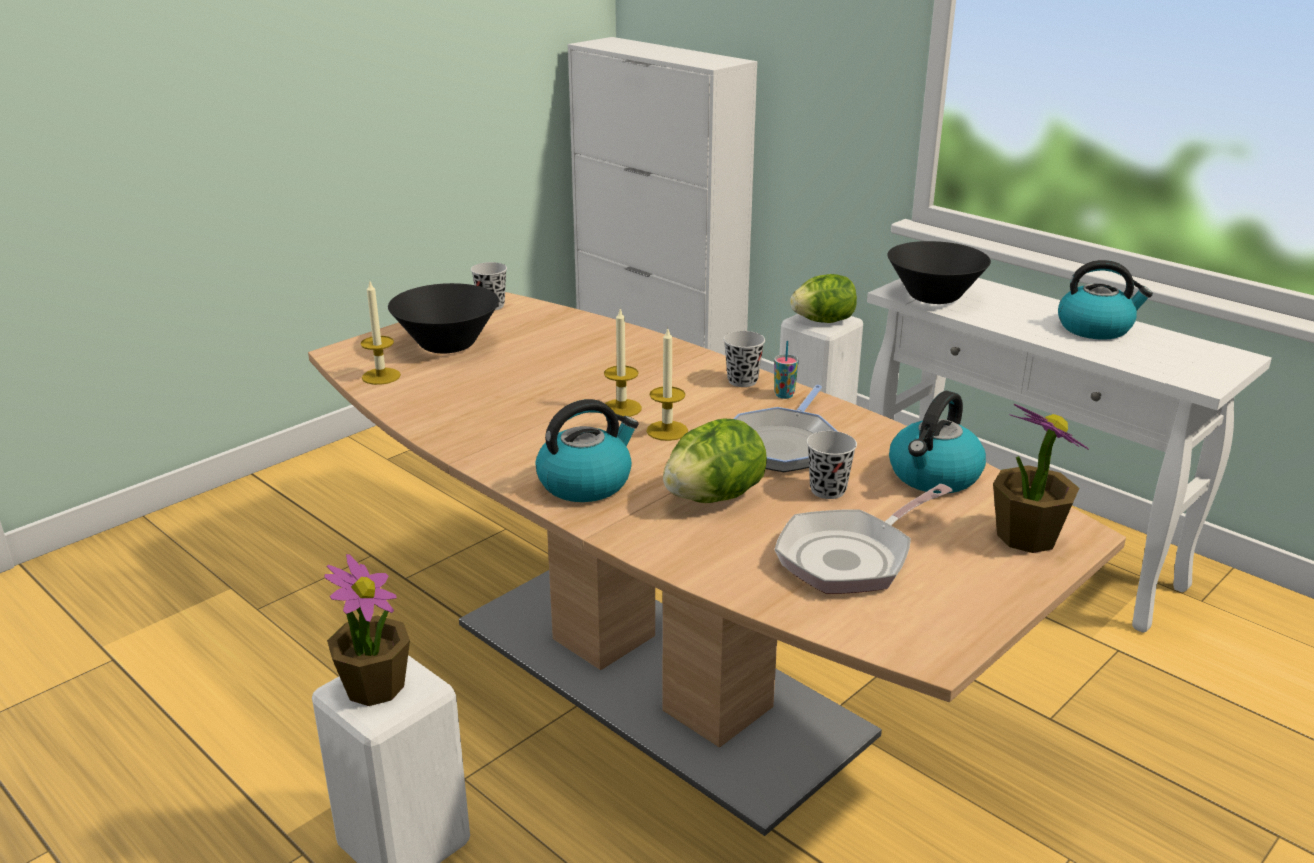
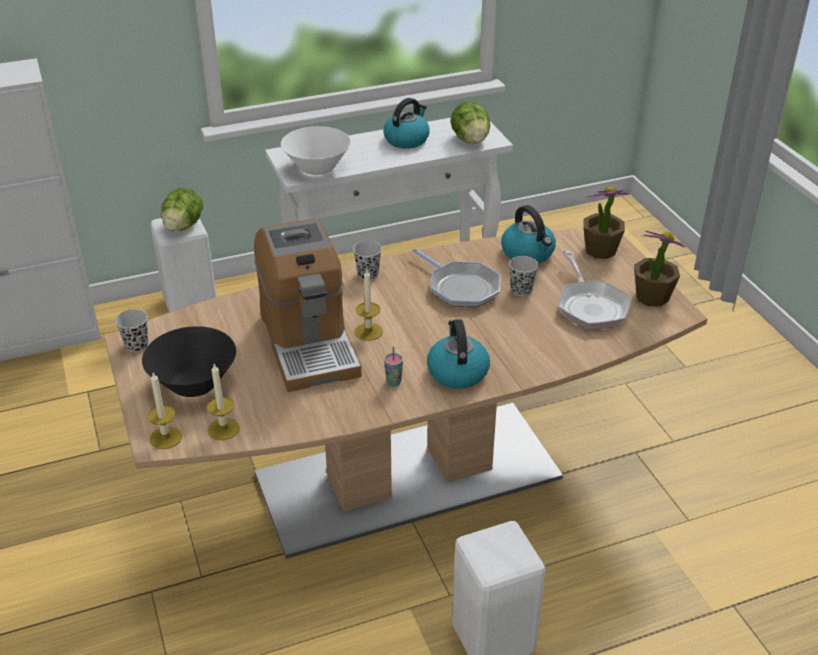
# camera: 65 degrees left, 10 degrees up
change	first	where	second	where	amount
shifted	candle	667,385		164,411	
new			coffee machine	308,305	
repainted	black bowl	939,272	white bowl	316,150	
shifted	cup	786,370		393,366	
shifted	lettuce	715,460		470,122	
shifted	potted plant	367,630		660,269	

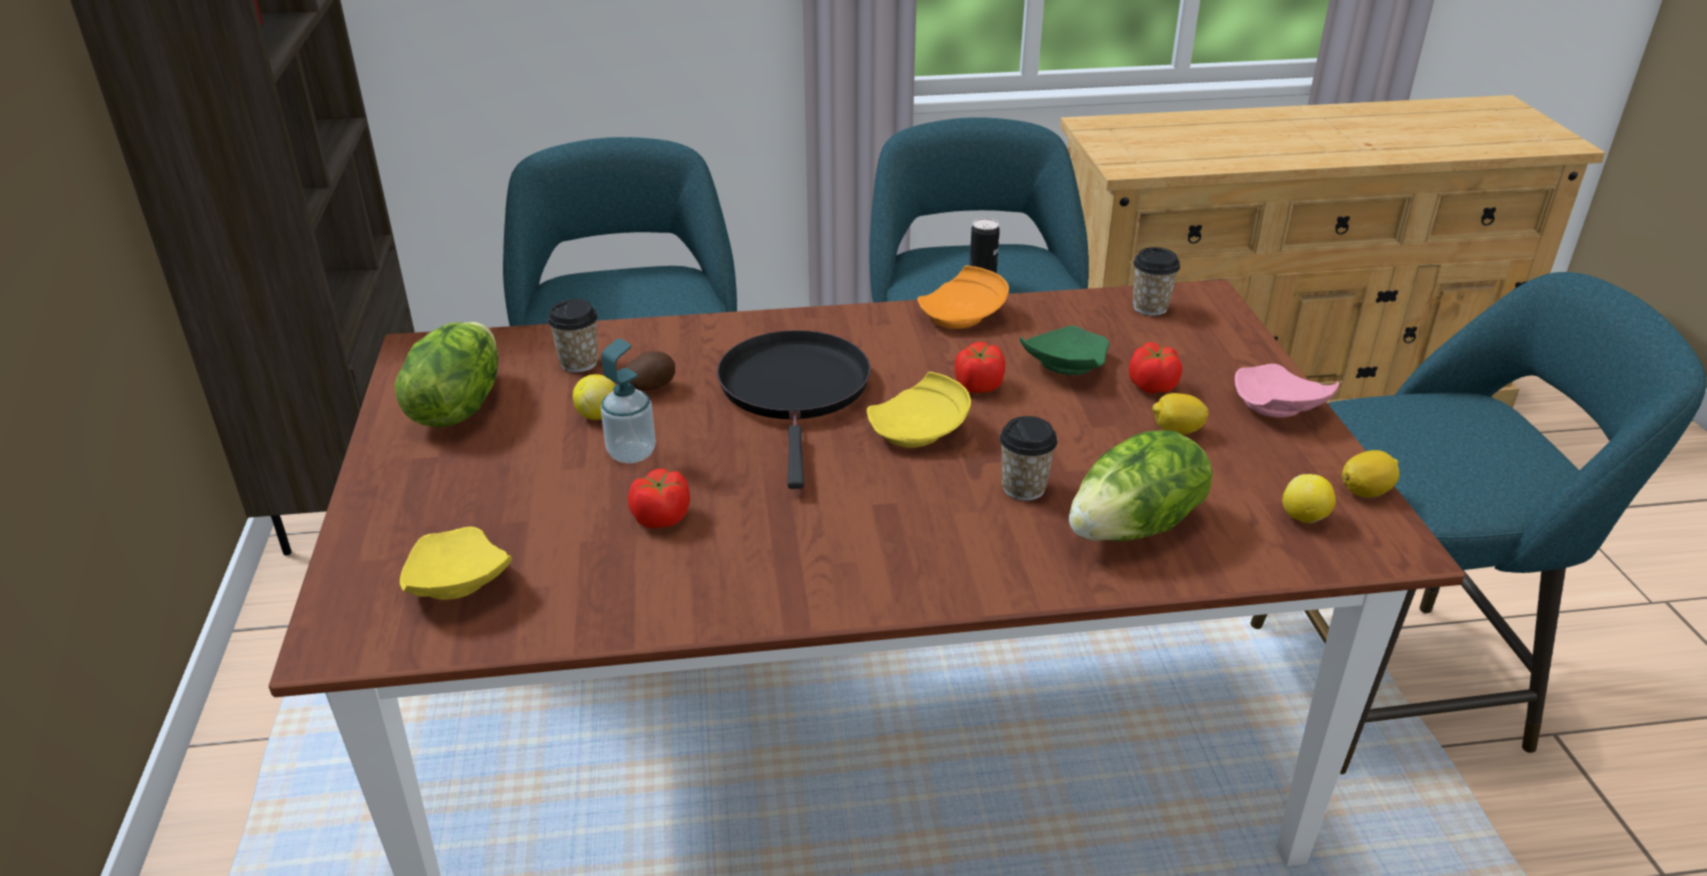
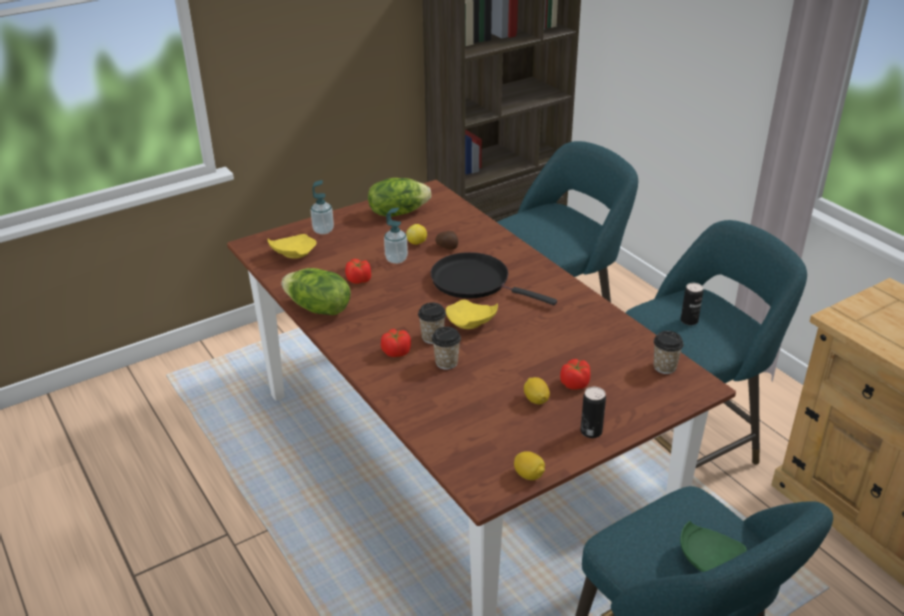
# camera: 65 degrees right, 0 degrees up
change	first	where	second	where	amount
shifted	lettuce	1141,485		316,291	
new			soap dispenser	322,207	
shifted	tomato	980,367		396,343	
shifted	cup	573,335		432,323	
rotated	black frying pan	794,409		494,278	120 degrees counterclockwise
swapped	pink plate	1287,390	can	593,412	
shifted	green plate	1064,350		713,546	
gone	orange plate	963,297			
gone	lemon	1309,498			

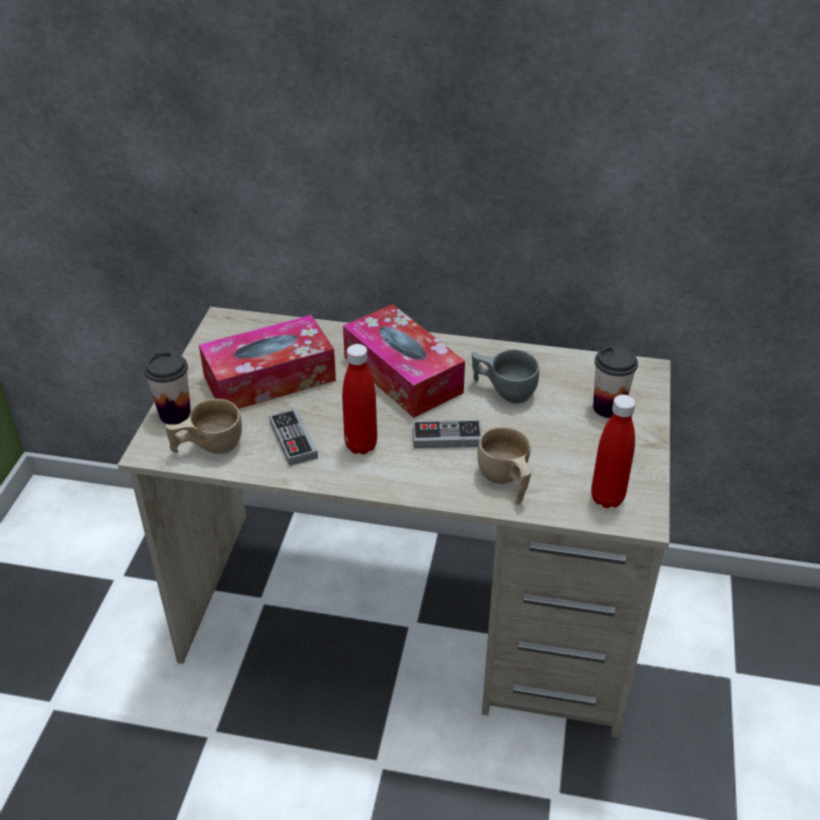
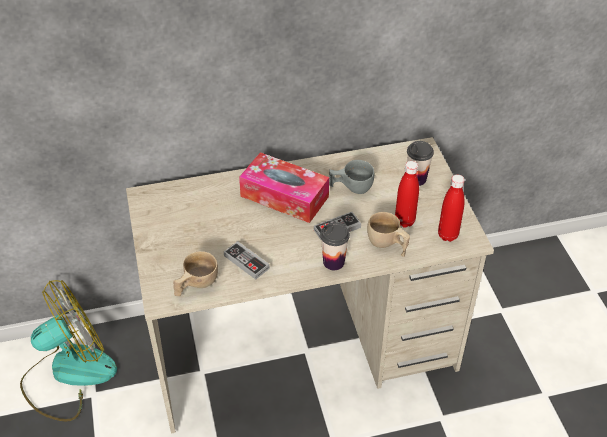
# camera: 25 degrees left, 5 degrees up
change	first	where	second	where	amount
new			fan	68,351	
shifted	cup	167,388		335,246	
shifted	red bottle	359,399		407,194	
gone	tissue box	267,362			

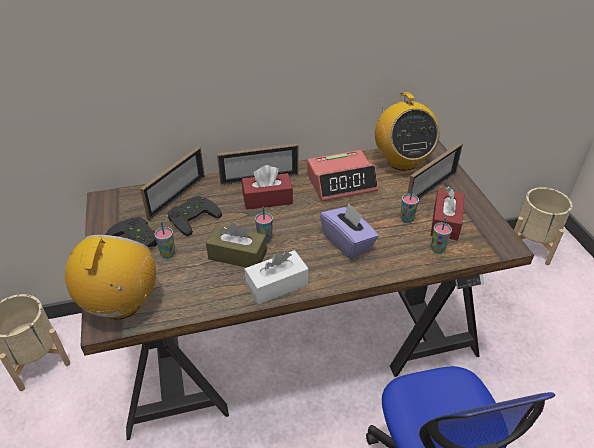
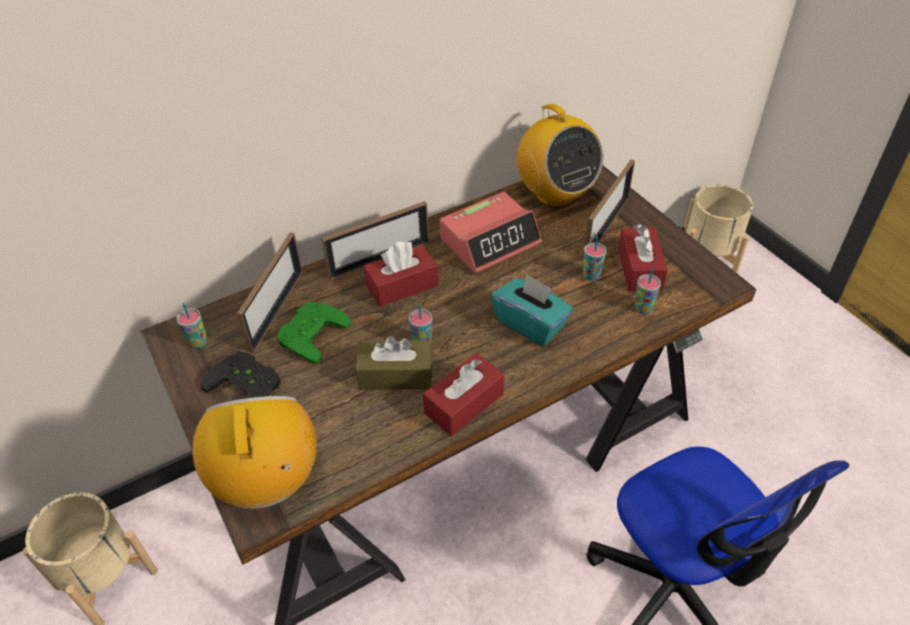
# camera: 15 degrees left, 5 degrees up
change	first	where	second	where	amount
shifted	cup	165,240		191,325	
repainted	black game controller	194,216	green game controller	314,333	
repainted	white tissue box	277,277	red tissue box	463,394	
repainted	purple tissue box	349,231	turquoise tissue box	532,309	

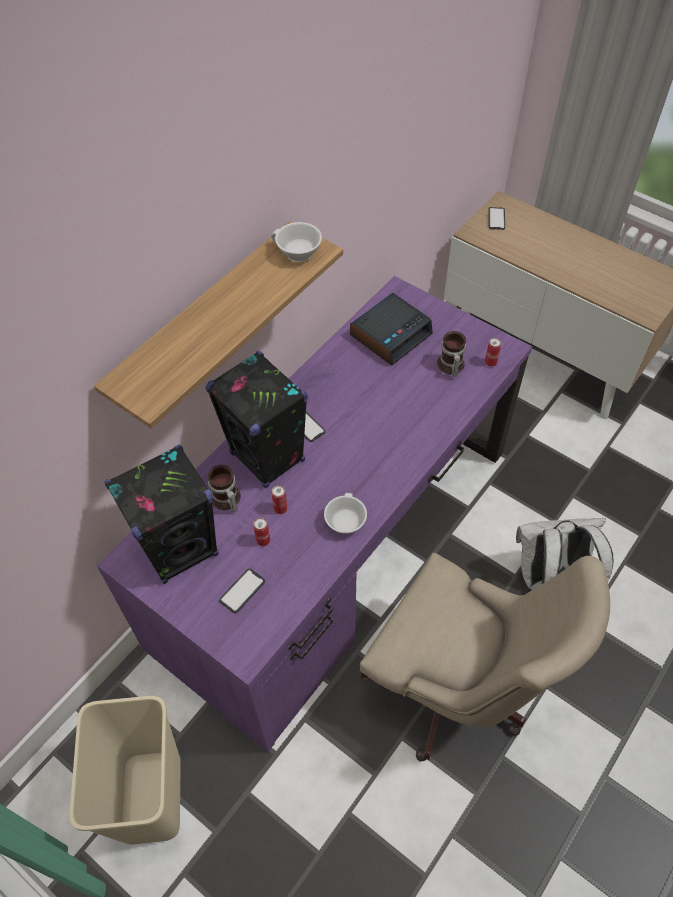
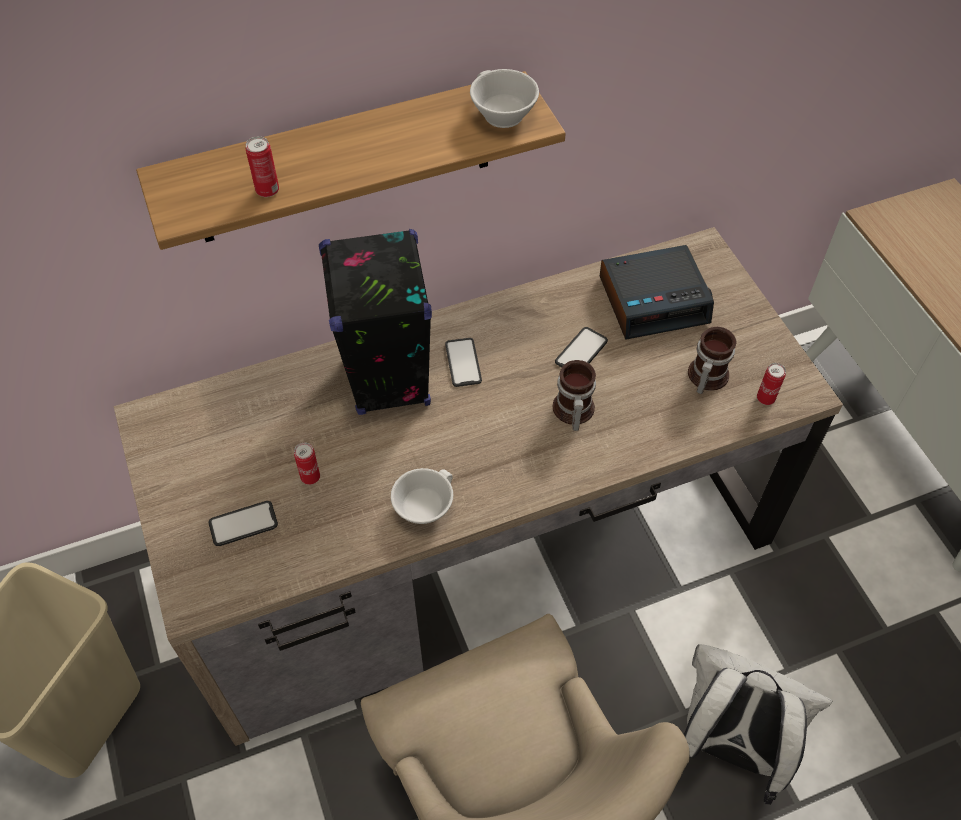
# camera: 30 degrees right, 0 degrees up
change	first	where	second	where	amount
repainted	purple desk	314,514	brown desk	478,486	
shifted	can	279,499		262,166	
shifted	mug	224,488		574,395	
shifted	phone	496,218		581,347	
gone	black speaker	162,514			

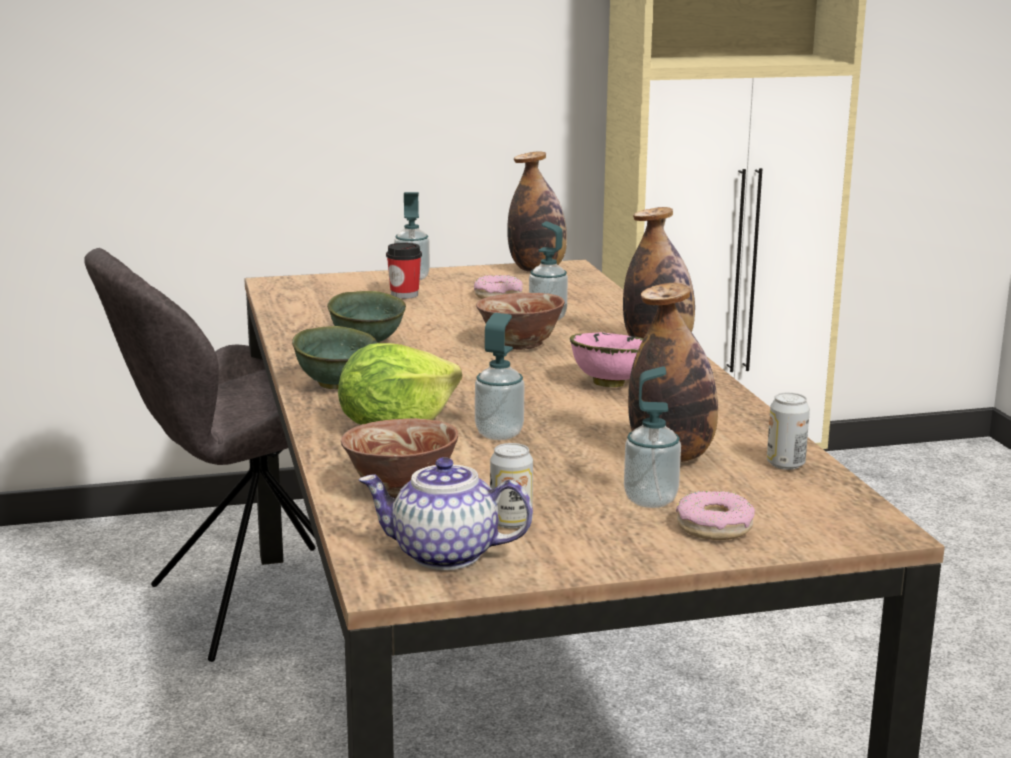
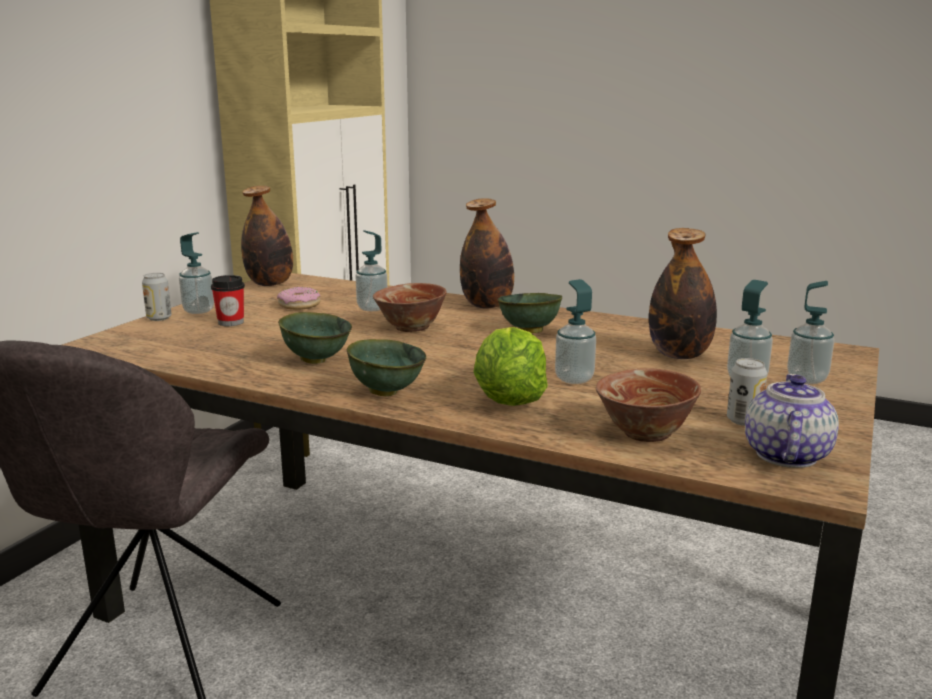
# camera: 50 degrees left, 0 degrees up
change	first	where	second	where	amount
shifted	can	788,431		157,297	
repainted	pink bowl	607,359	green bowl	530,313	
rotated	teapot	446,513		792,421	150 degrees clockwise
swapped	donut	715,515	soap dispenser	811,332	

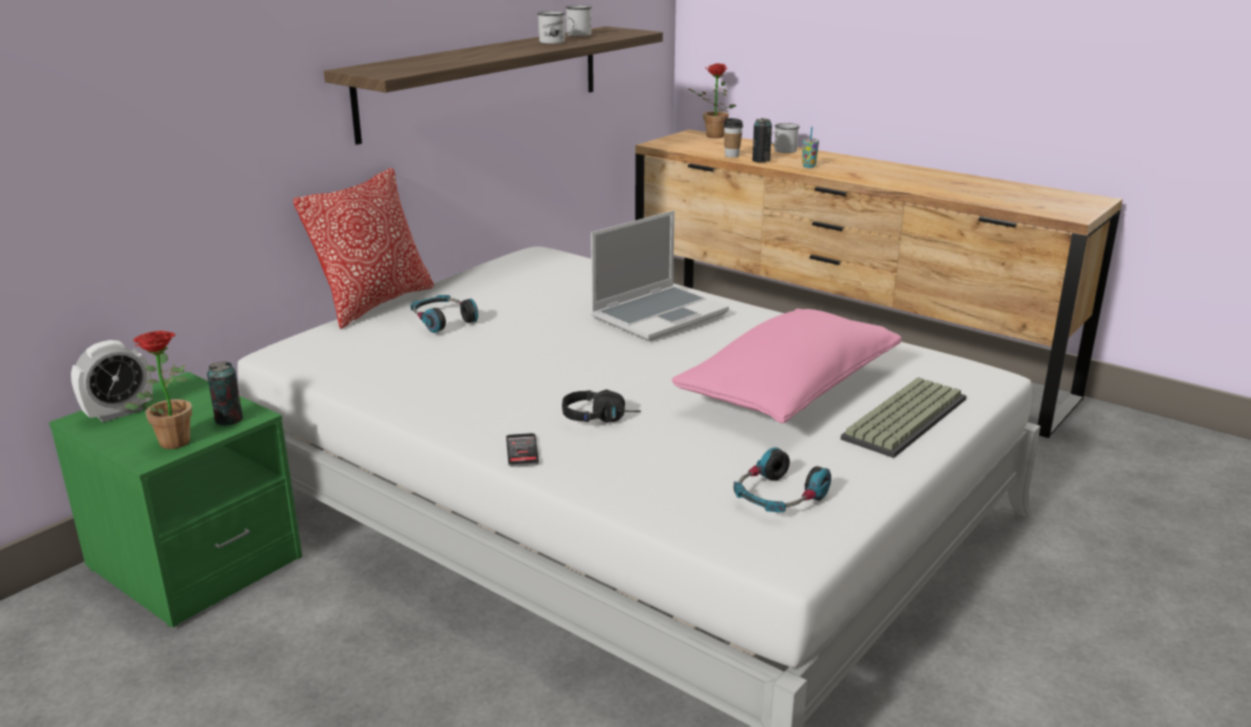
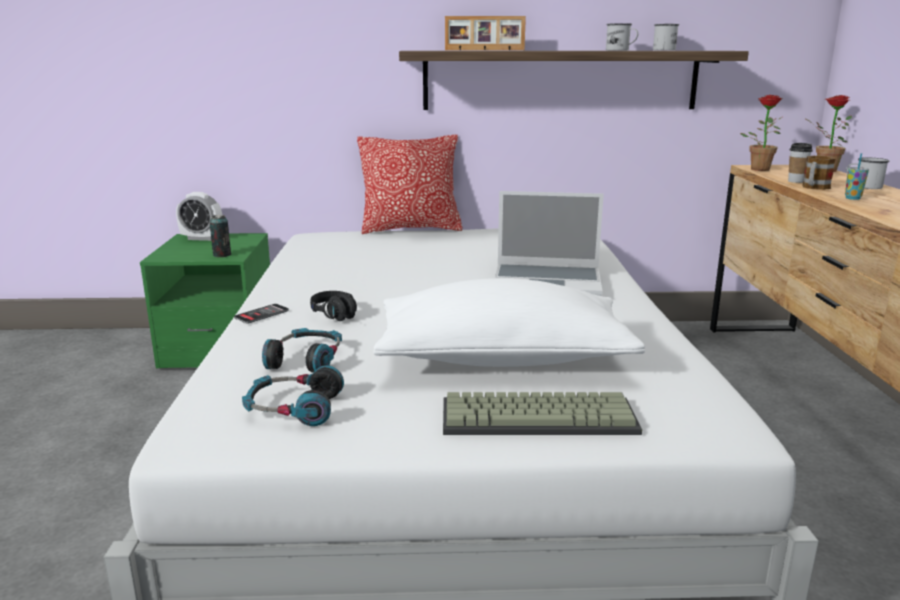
# camera: 50 degrees right, 5 degrees down
change	first	where	second	where	amount
shifted	headphones	444,314		302,350	
repainted	pink pillow	786,366	white pillow	509,322	
new			picture frame	485,33	
shifted	potted plant	158,390		761,133	
swapped	can	762,140	mug	819,173	

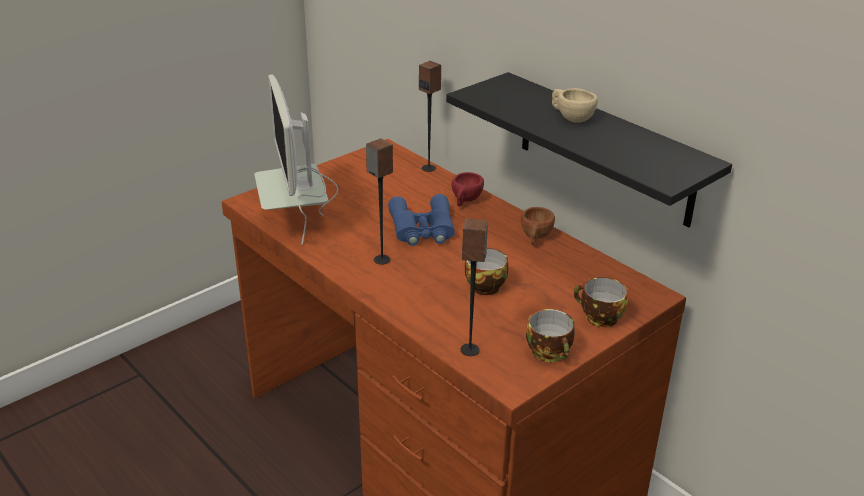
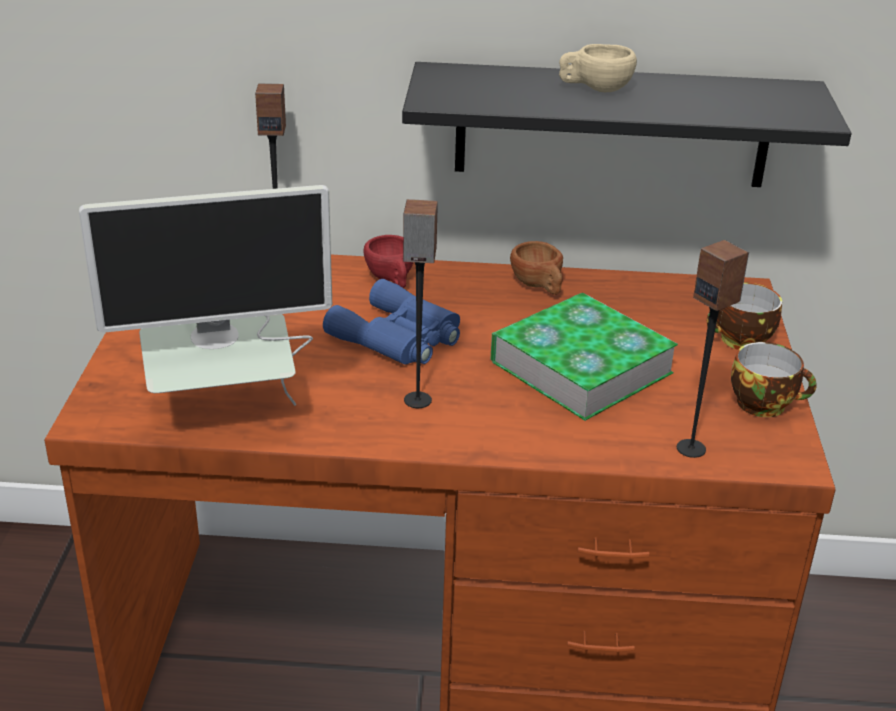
# camera: 45 degrees left, 0 degrees up
change	first	where	second	where	amount
rotated	monitor	296,160		205,295	45 degrees counterclockwise
swapped	cup	486,271	book	584,357	

